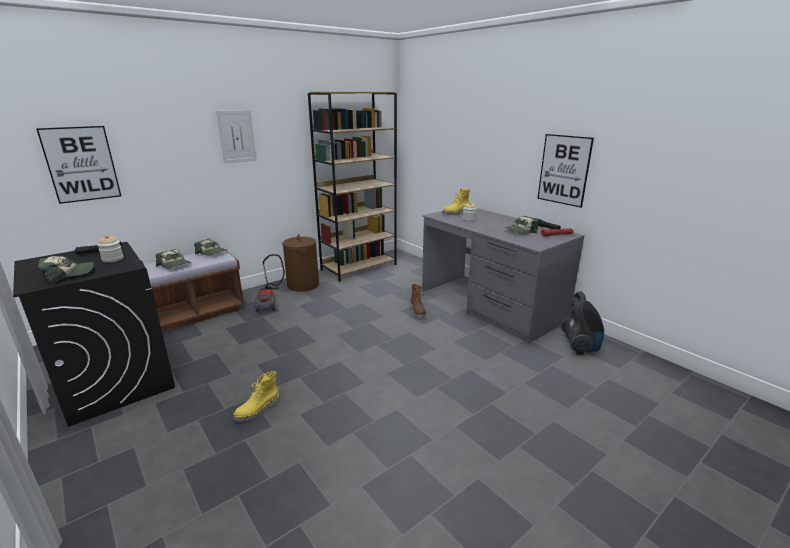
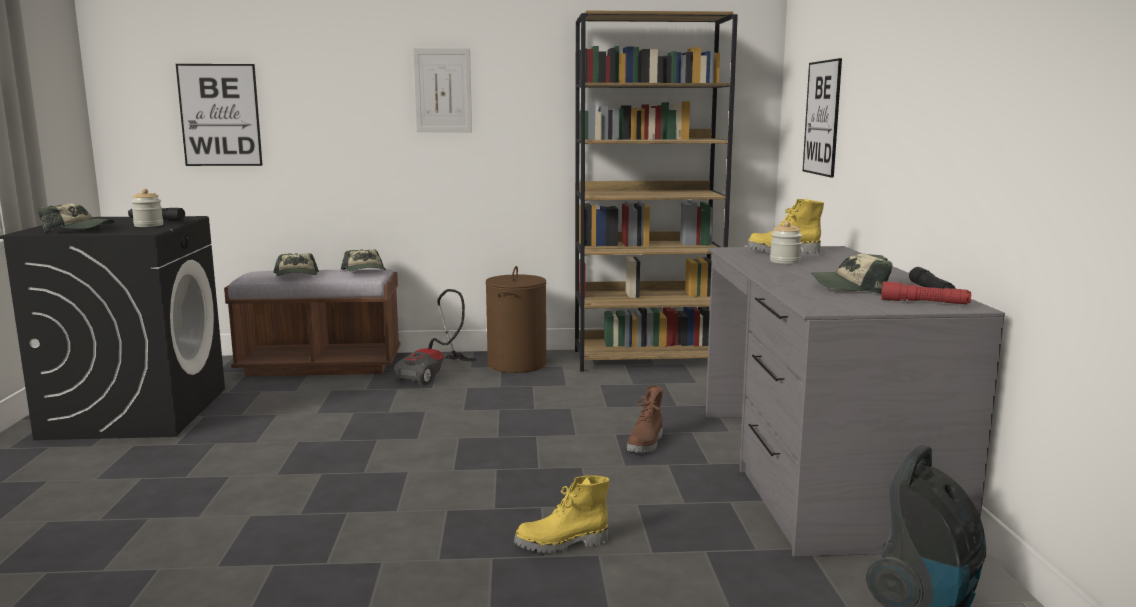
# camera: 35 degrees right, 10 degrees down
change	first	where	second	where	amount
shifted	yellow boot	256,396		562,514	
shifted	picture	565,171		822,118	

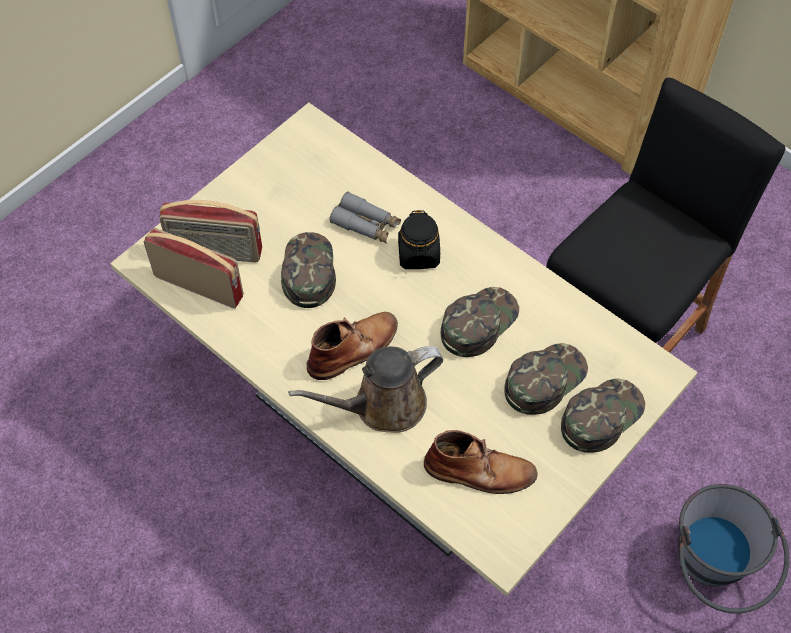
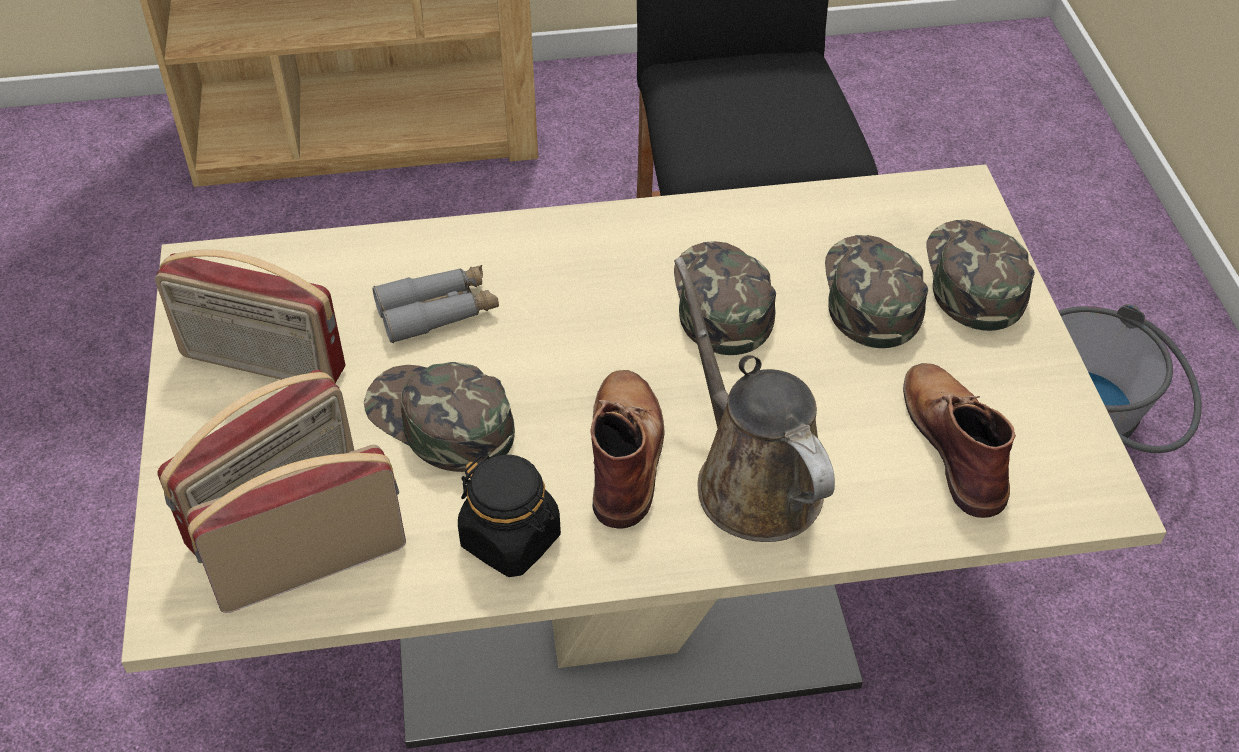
# camera: 50 degrees left, 10 degrees down
change	first	where	second	where	amount
new			radio	250,316	
shifted	black jar	419,239		509,516	
rotated	brown watering can	365,389		754,399	135 degrees clockwise
rotated	brown boot	480,462		959,440	60 degrees counterclockwise

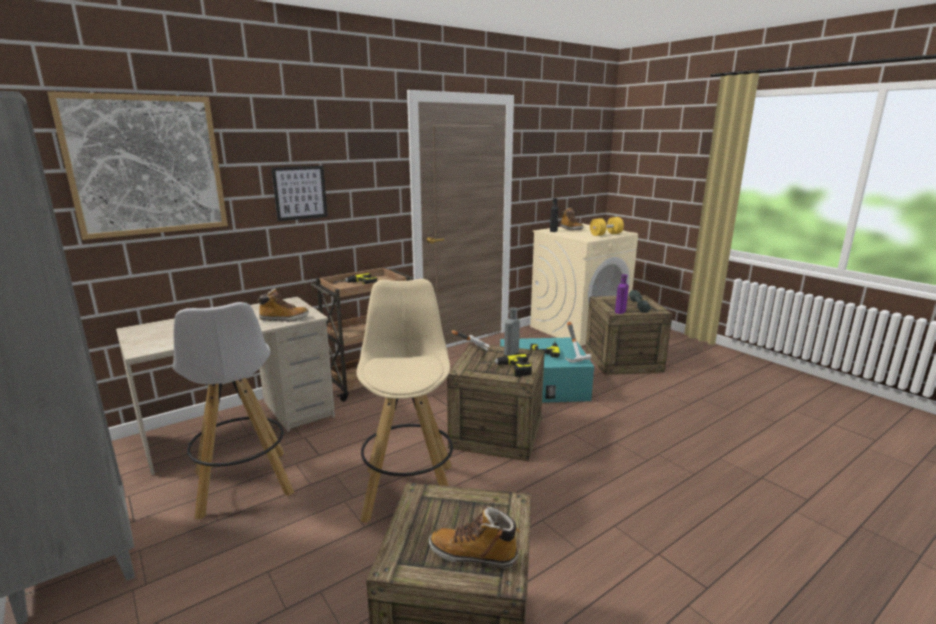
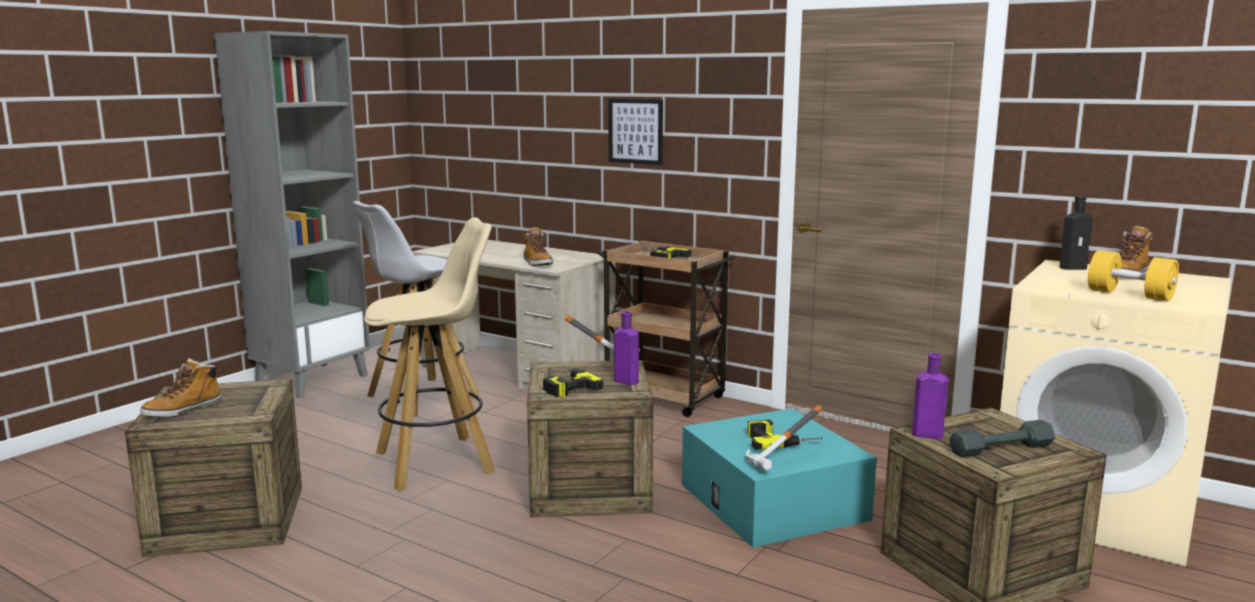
# camera: 70 degrees right, 5 degrees down
change	first	where	second	where	amount
rotated	boot	474,537		180,388	135 degrees counterclockwise
repainted	grey bottle	512,331	purple bottle	626,348	
gone	picture	137,166			

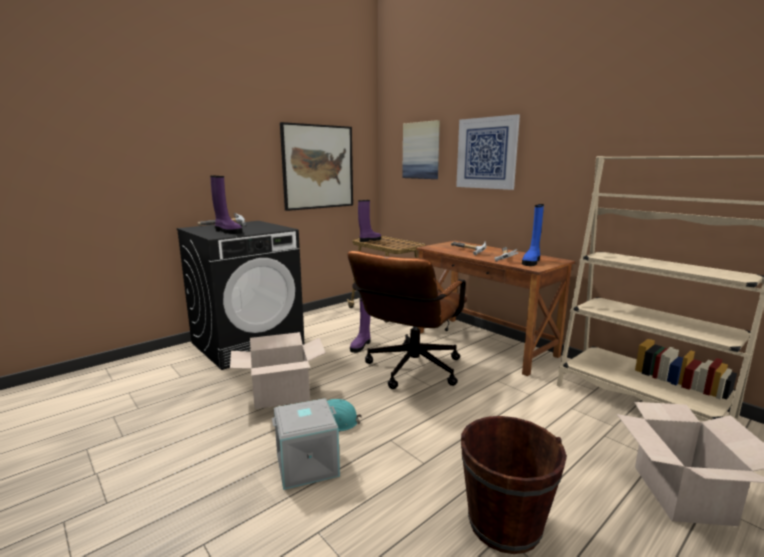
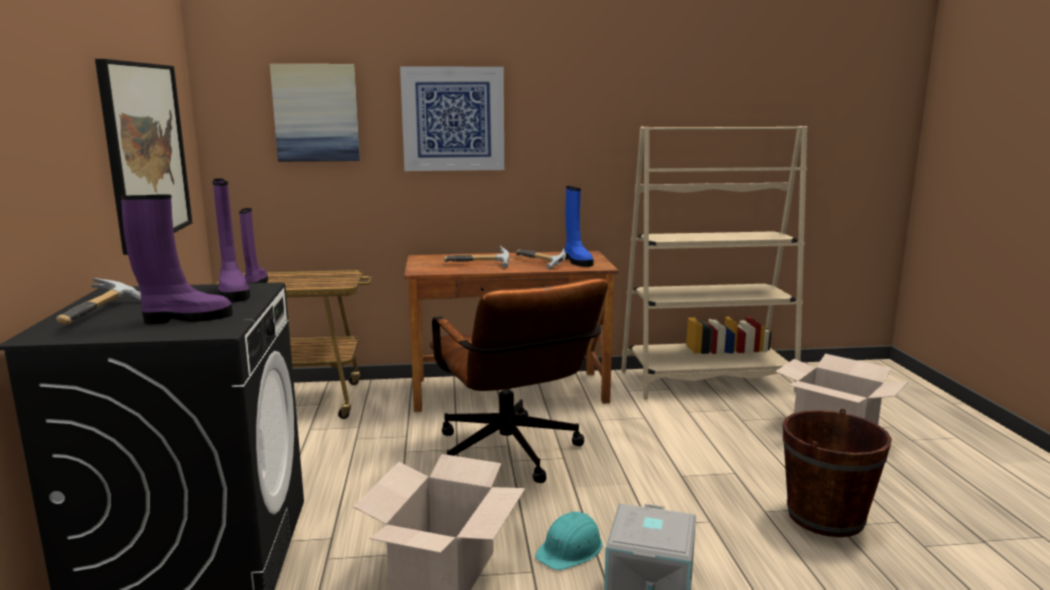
# camera: 55 degrees left, 0 degrees up
change	first	where	second	where	amount
shifted	purple boot	360,325		231,240	

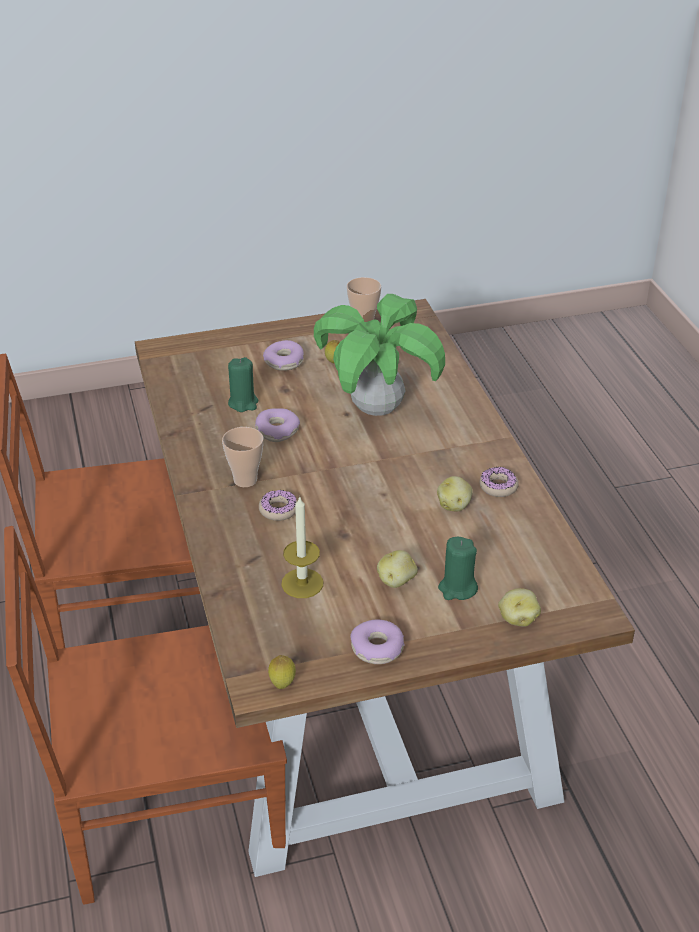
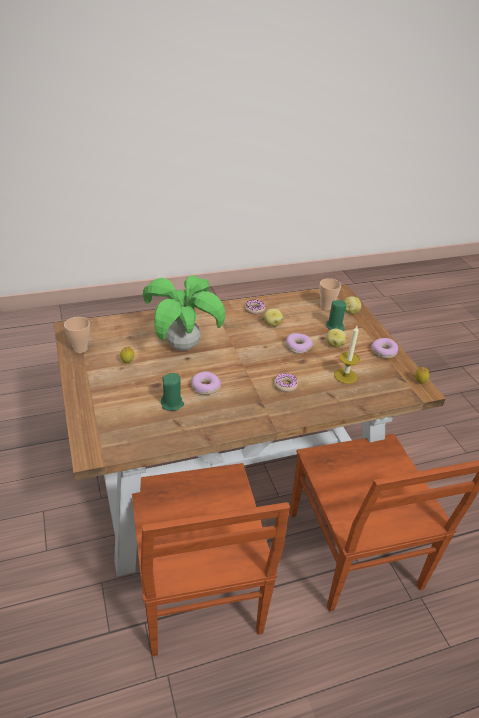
# camera: 95 degrees left, 0 degrees up
change	first	where	second	where	amount
shifted	donut	283,355		299,343	
shifted	cup	242,457		330,294	

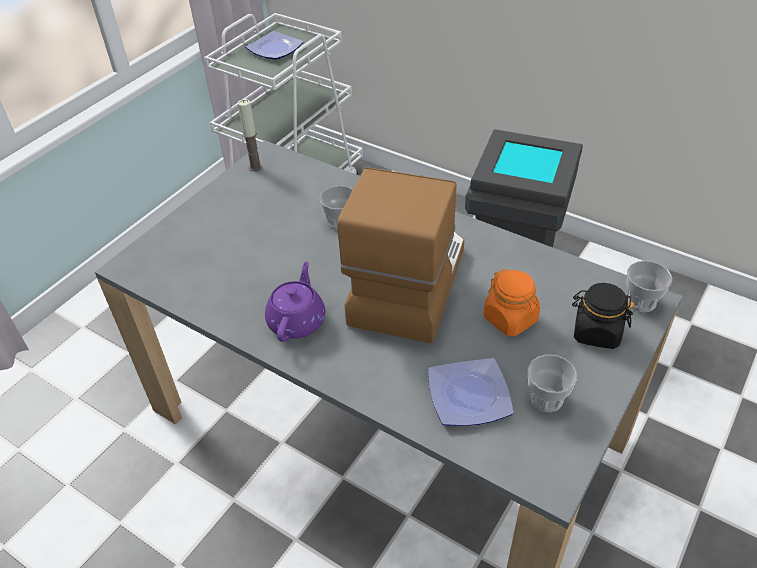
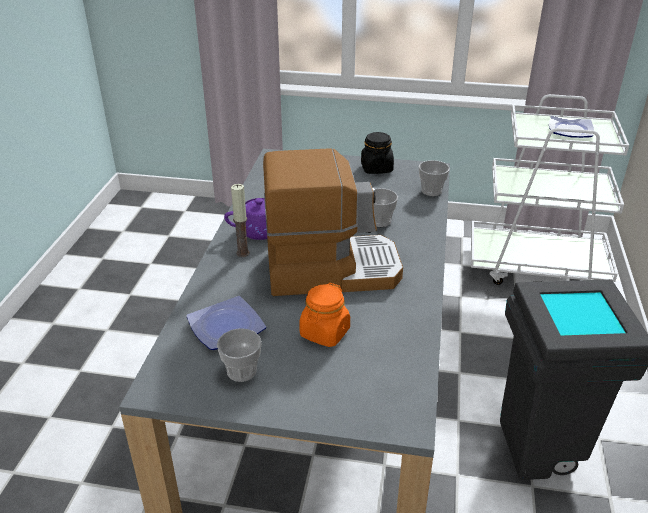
# camera: 65 degrees right, 10 degrees down
change	first	where	second	where	amount
shifted	candle	249,135		240,220	
shifted	black jar	603,316		377,153	
shifted	cup	649,286		434,178	

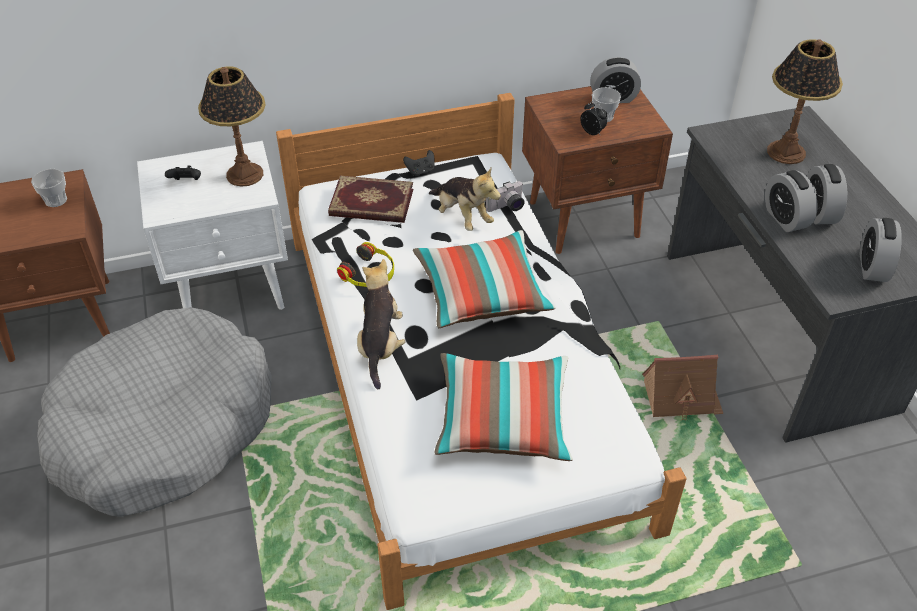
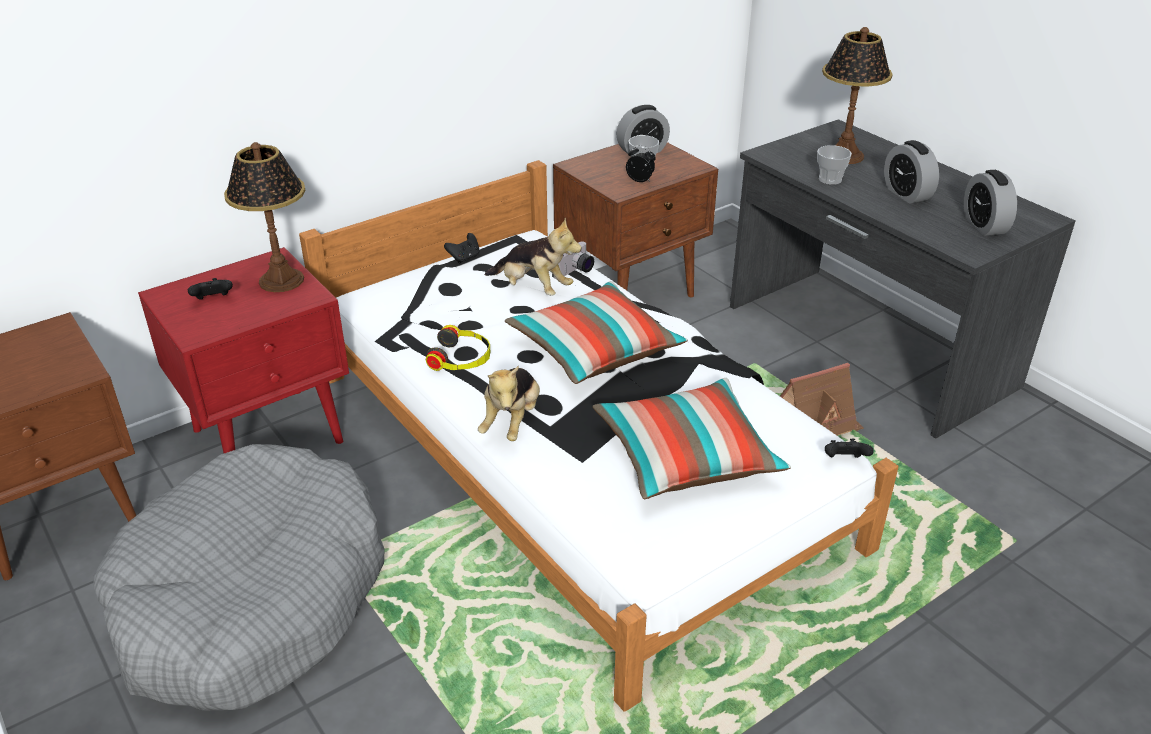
# camera: 20 degrees left, 10 degrees down
change	first	where	second	where	amount
repainted	white nightstand	212,225	red nightstand	243,350	
rotated	plush toy	381,324		509,403	150 degrees counterclockwise
shifted	cup	49,188		834,165	
new			black game controller	849,448	
gone	book	371,199			
gone	alarm clock	791,201			

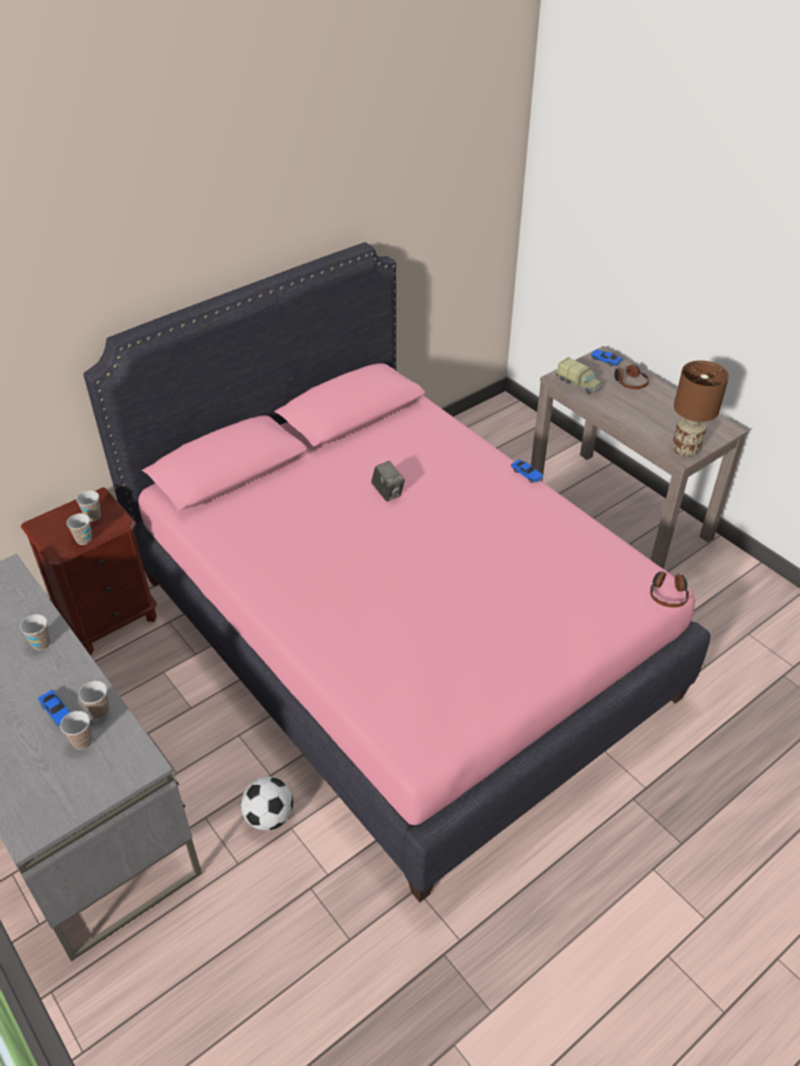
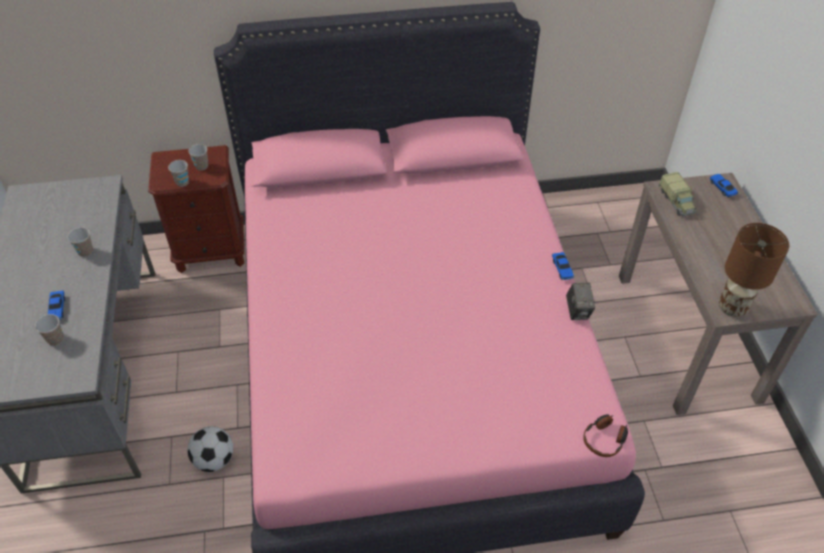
# camera: 30 degrees right, 5 degrees up
change	first	where	second	where	amount
shifted	photo camera	388,481		580,301	
gone	cup	93,700			
gone	headphones	631,376			

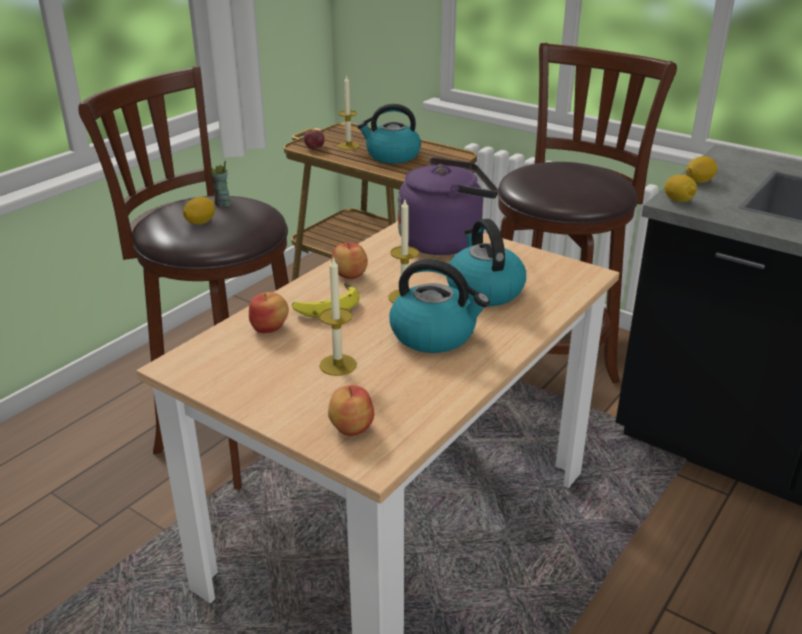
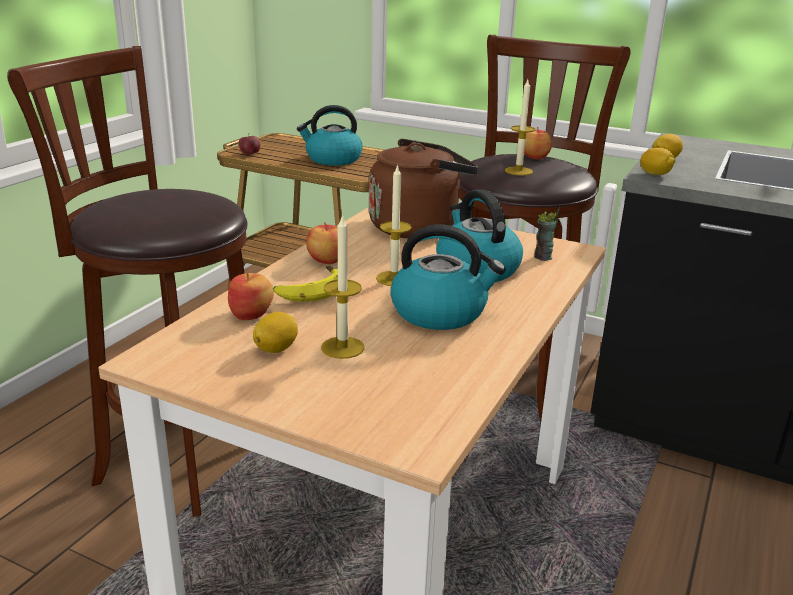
# camera: 10 degrees left, 5 degrees down
change	first	where	second	where	amount
shifted	lemon	199,211		275,332	
repainted	purple kettle	448,206	brown kettle	423,188	
shifted	candle	349,112		520,127	
shifted	apple	351,410		538,143	
shifted	cup	220,184		547,234	

